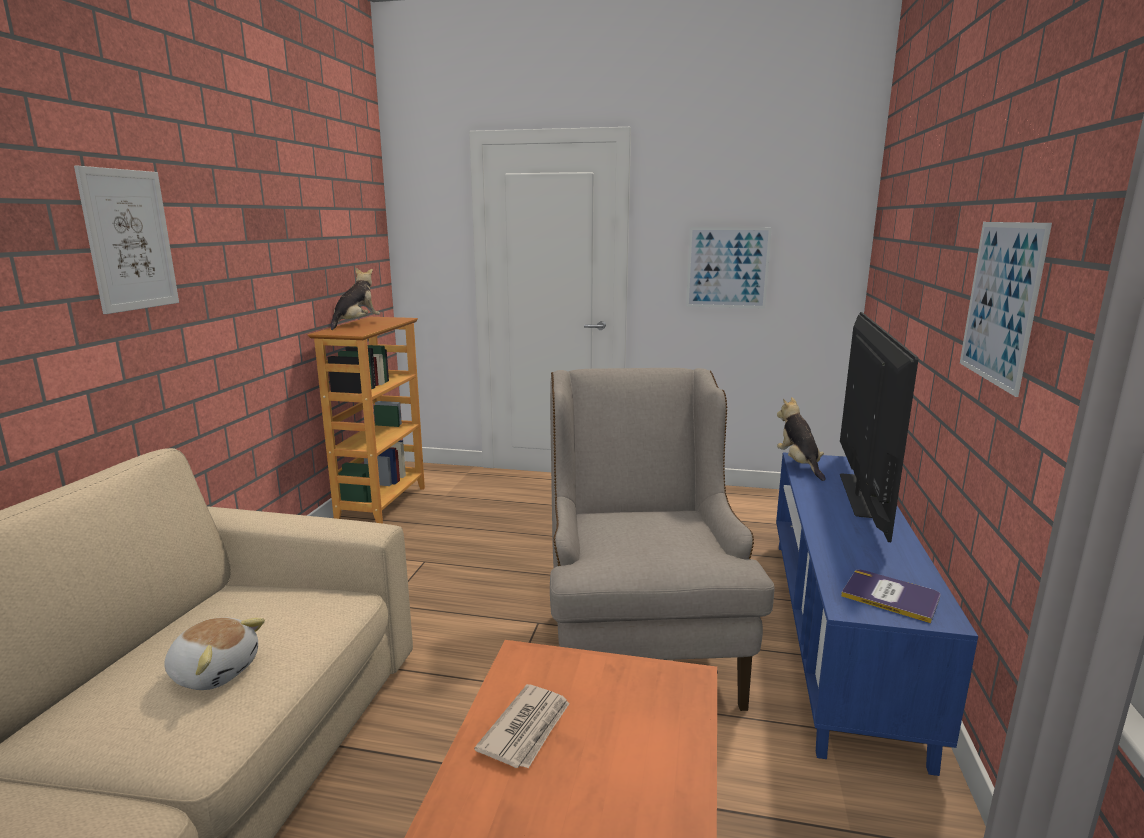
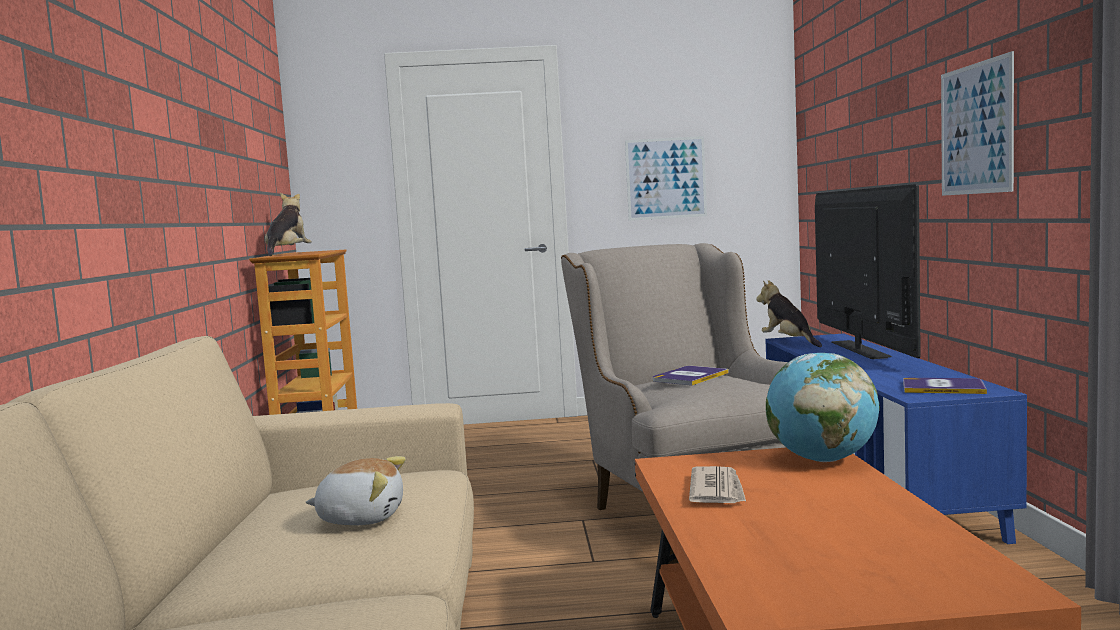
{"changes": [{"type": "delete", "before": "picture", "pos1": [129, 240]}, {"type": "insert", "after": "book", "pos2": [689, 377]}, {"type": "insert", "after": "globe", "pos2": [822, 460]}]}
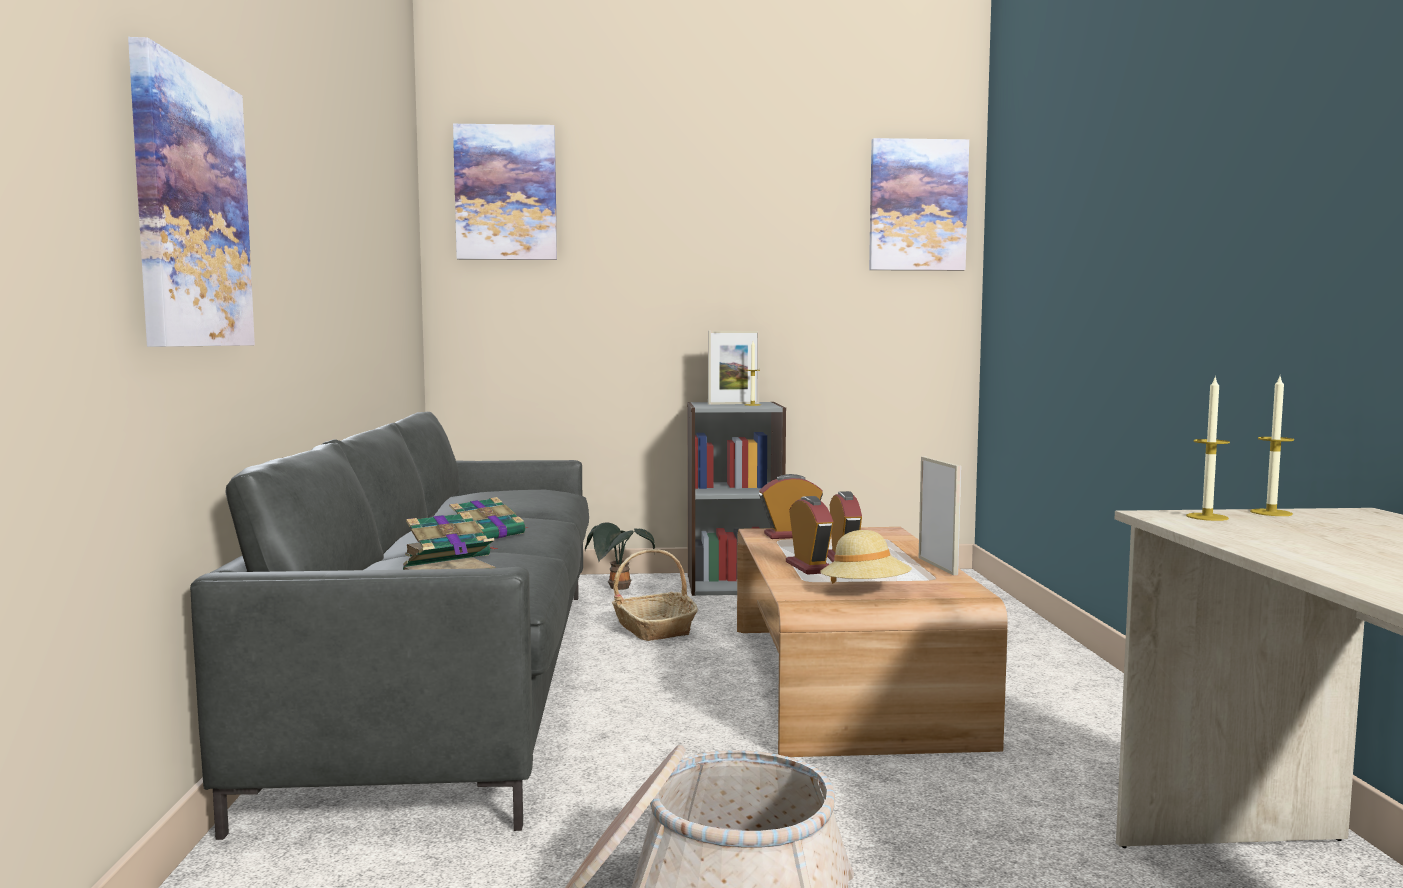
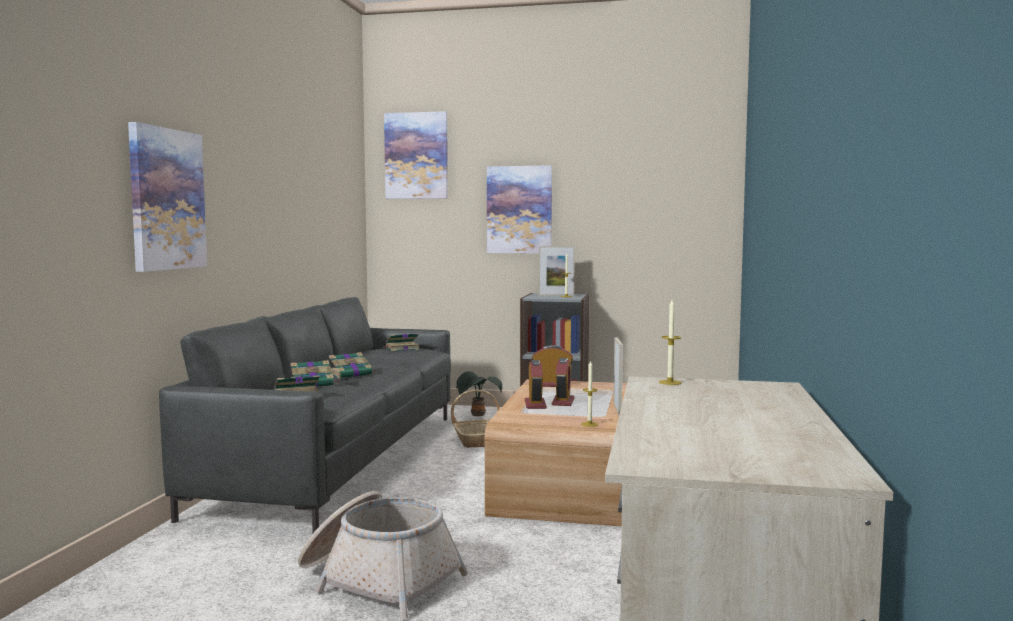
{"changes": [{"type": "delete", "before": "beige hat", "pos1": [865, 592]}, {"type": "insert", "after": "book", "pos2": [401, 348]}, {"type": "move", "before": "picture", "pos1": [917, 205], "pos2": [519, 210]}, {"type": "move", "before": "candle", "pos1": [1271, 513], "pos2": [589, 424]}]}
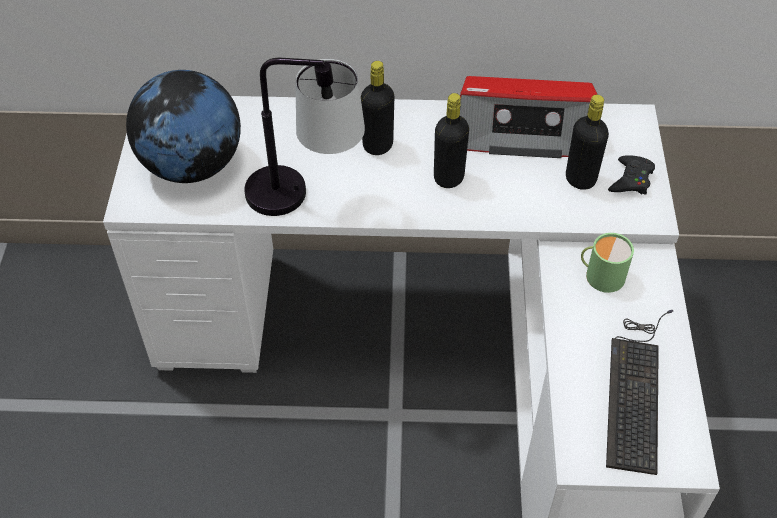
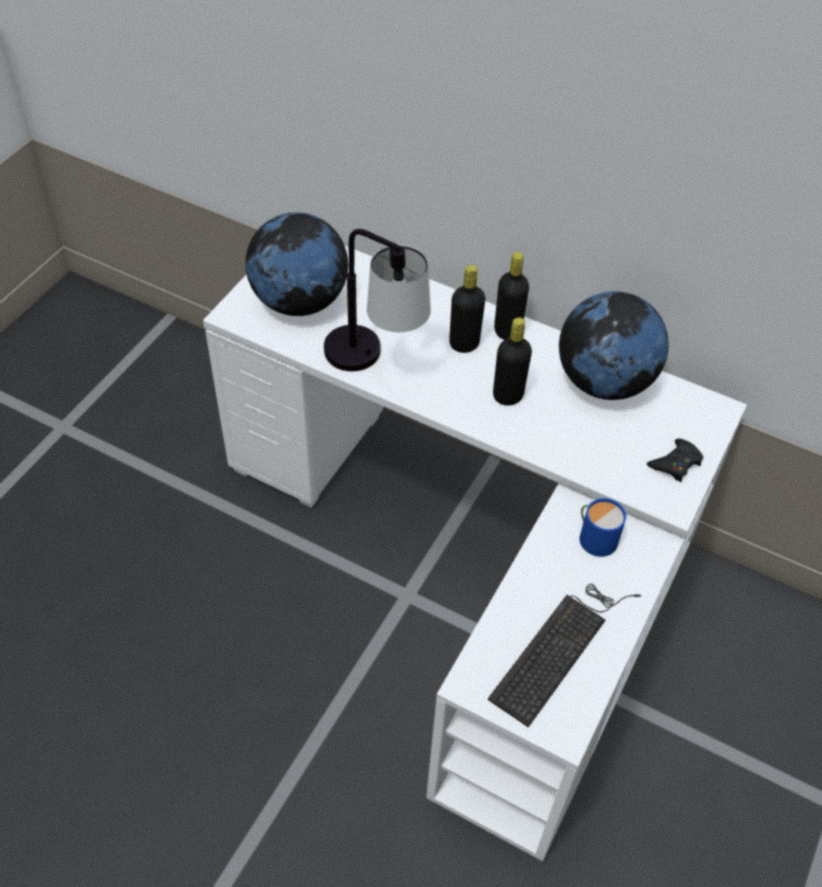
{"changes": [{"type": "move", "before": "black bottle", "pos1": [580, 179], "pos2": [507, 331]}, {"type": "replace", "before": "radio", "after": "globe", "pos1": [524, 132], "pos2": [603, 382]}, {"type": "recolor", "before": "green mug", "after": "blue mug", "pos1": [601, 275], "pos2": [595, 536]}]}
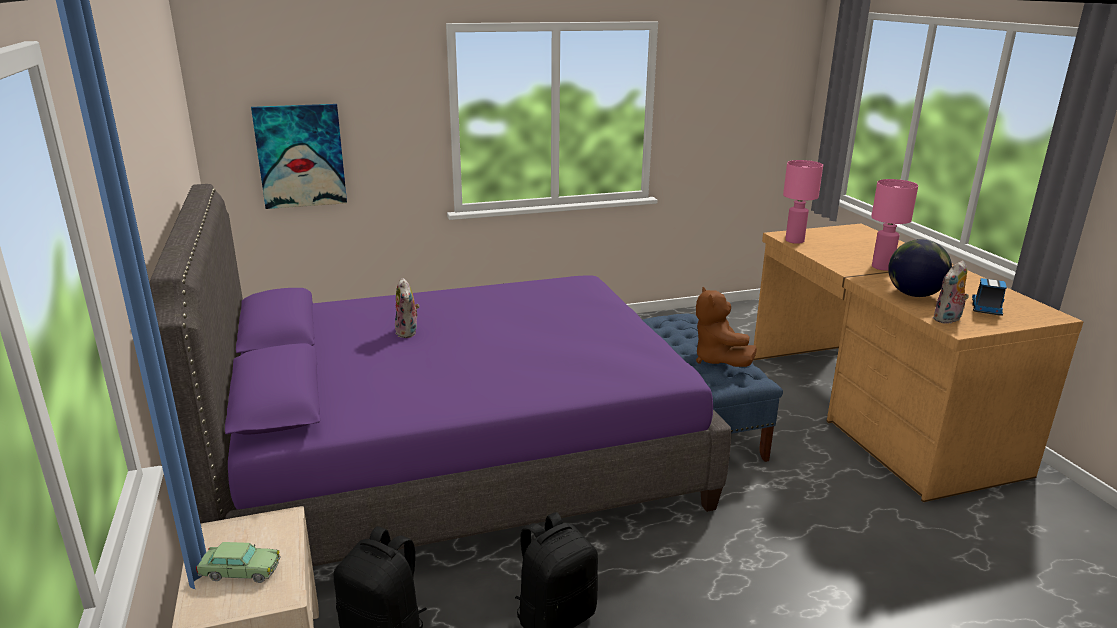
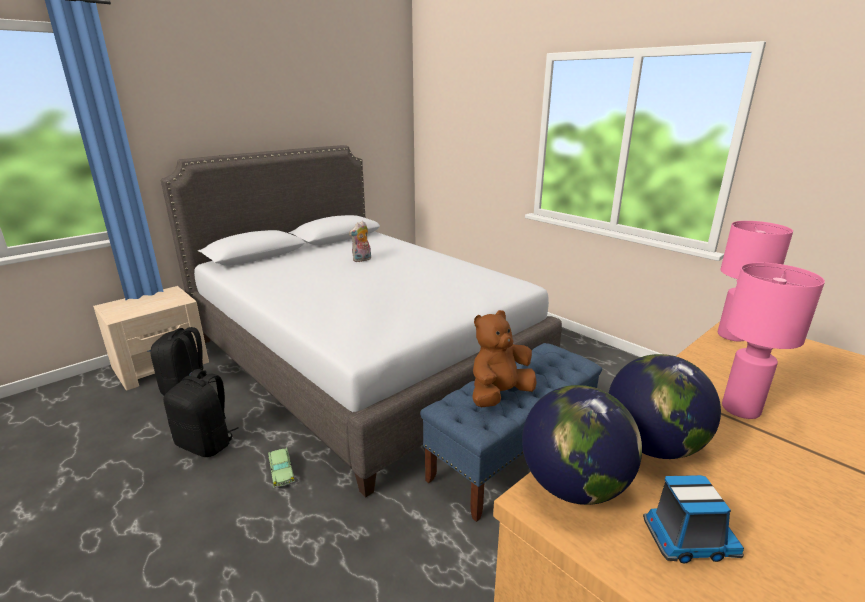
{"changes": [{"type": "delete", "before": "picture", "pos1": [300, 156]}, {"type": "move", "before": "toy car", "pos1": [240, 571], "pos2": [281, 472]}, {"type": "replace", "before": "plush toy", "after": "globe", "pos1": [948, 320], "pos2": [574, 486]}, {"type": "recolor", "before": "purple bed", "after": "grey bed", "pos1": [456, 460], "pos2": [362, 359]}]}
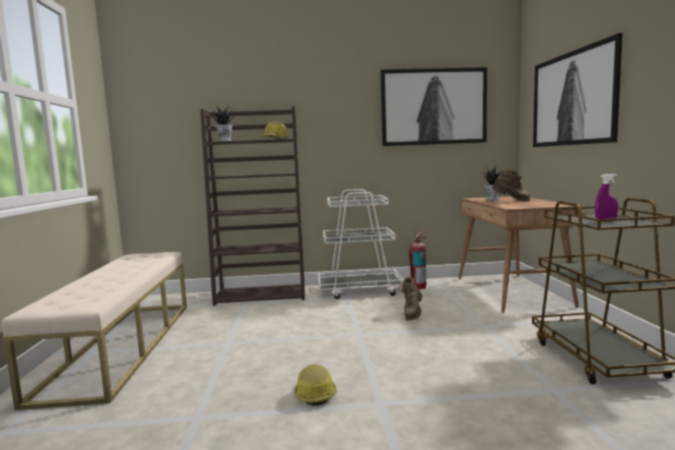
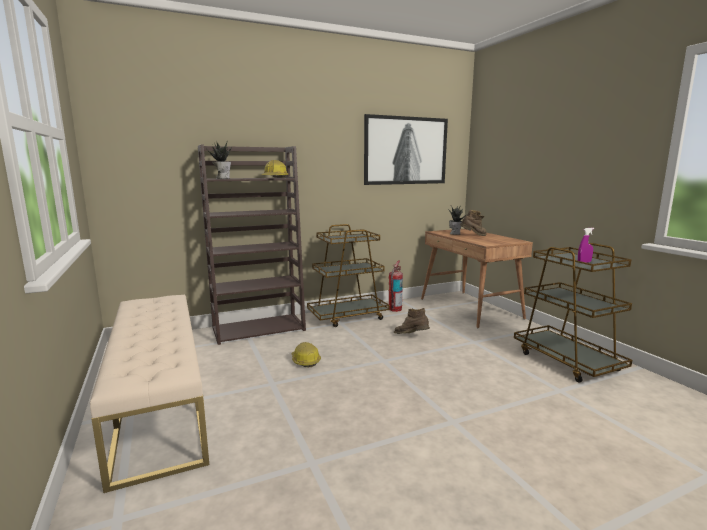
{"changes": [{"type": "delete", "before": "picture", "pos1": [573, 98]}, {"type": "move", "before": "hard hat", "pos1": [314, 393], "pos2": [305, 361]}, {"type": "recolor", "before": "white cart", "after": "brown cart", "pos1": [360, 290], "pos2": [348, 316]}, {"type": "rotate", "before": "brown boot", "pos1": [412, 314], "pos2": [411, 336], "turn": 120}]}
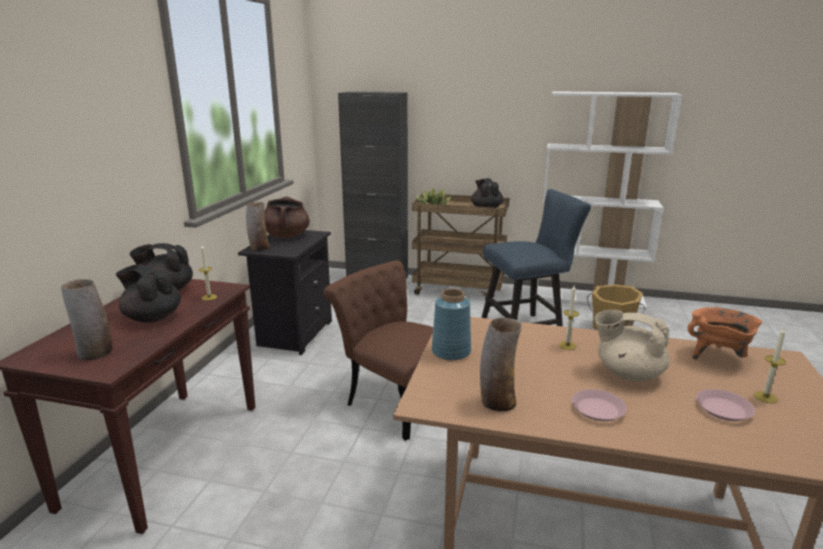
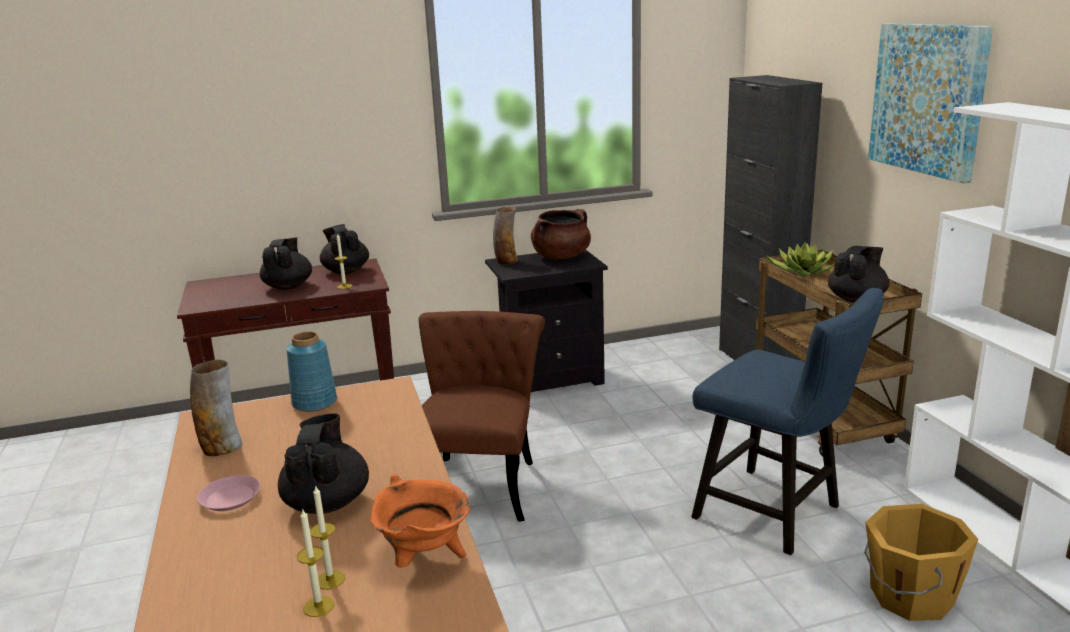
{"changes": [{"type": "delete", "before": "vase", "pos1": [95, 353]}, {"type": "delete", "before": "pink plate", "pos1": [723, 409]}, {"type": "insert", "after": "picture", "pos2": [928, 99]}, {"type": "move", "before": "candle", "pos1": [567, 345], "pos2": [330, 580]}, {"type": "recolor", "before": "beige teapot", "after": "black teapot", "pos1": [628, 373], "pos2": [327, 502]}]}
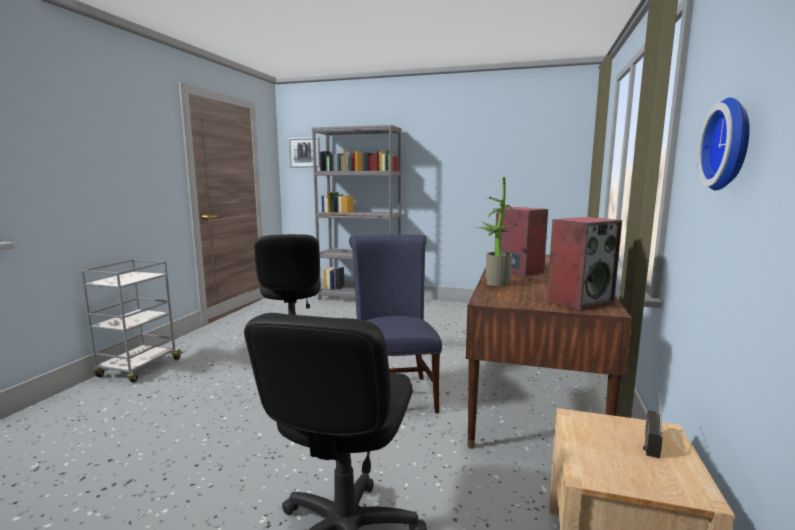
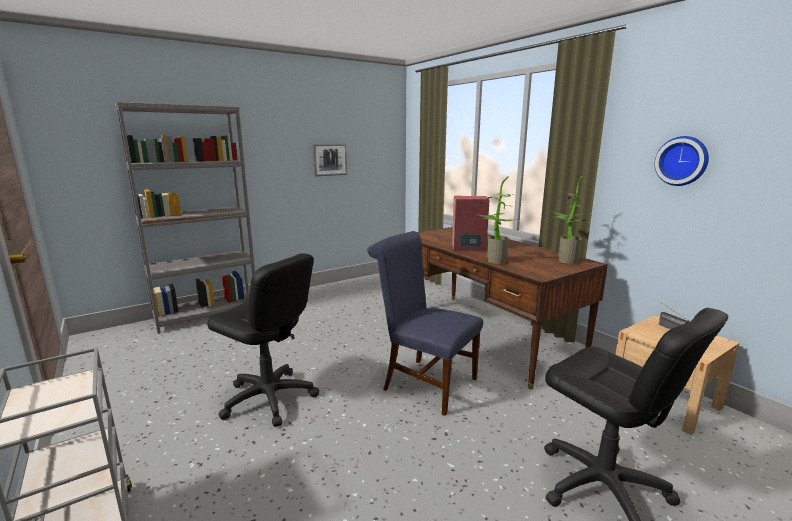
{"changes": [{"type": "move", "before": "picture", "pos1": [304, 152], "pos2": [330, 159]}, {"type": "replace", "before": "speaker", "after": "potted plant", "pos1": [580, 301], "pos2": [564, 260]}]}
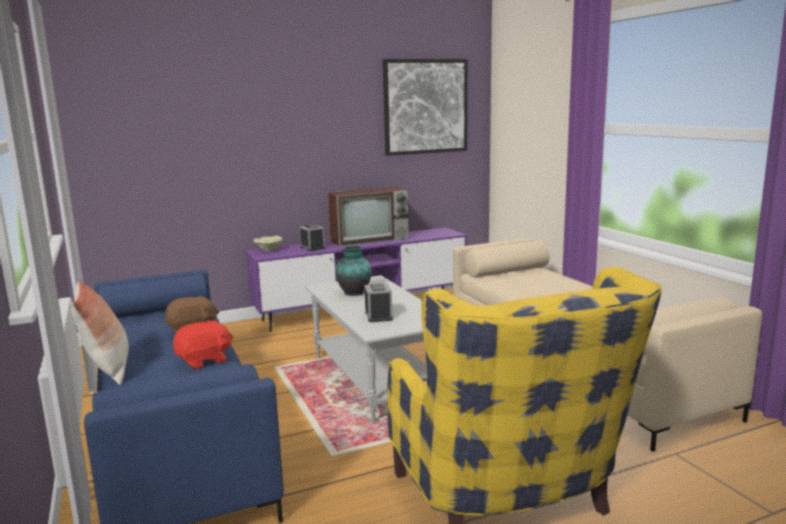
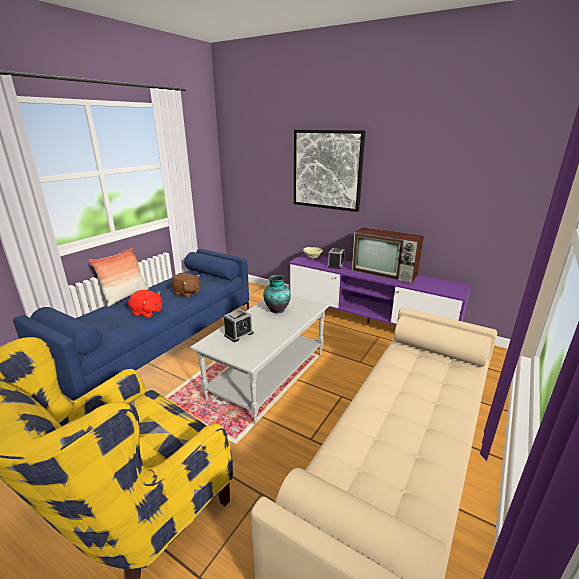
{"changes": [{"type": "move", "before": "picture", "pos1": [425, 106], "pos2": [327, 170]}]}
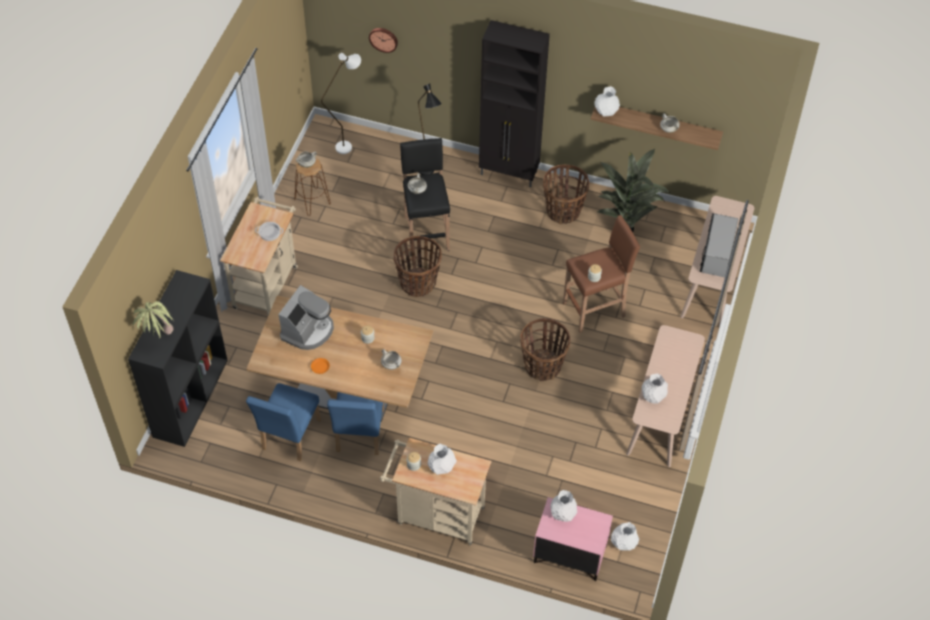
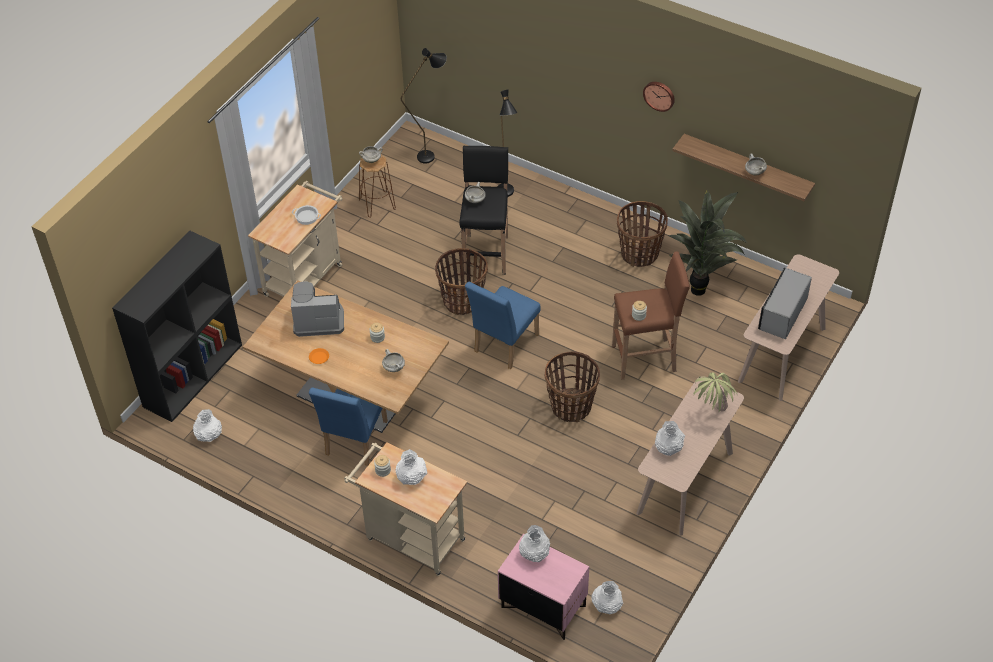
{"changes": [{"type": "delete", "before": "black cabinet", "pos1": [509, 173]}, {"type": "move", "before": "potted plant", "pos1": [159, 339], "pos2": [711, 414]}, {"type": "move", "before": "blue chair", "pos1": [288, 438], "pos2": [503, 346]}, {"type": "move", "before": "wall clock", "pos1": [383, 39], "pos2": [659, 95]}, {"type": "move", "before": "white vase", "pos1": [606, 112], "pos2": [209, 435]}, {"type": "recolor", "before": "white floor lamp", "after": "black floor lamp", "pos1": [349, 145], "pos2": [432, 155]}, {"type": "rotate", "before": "coffee machine", "pos1": [308, 330], "pos2": [318, 319], "turn": -135}]}
